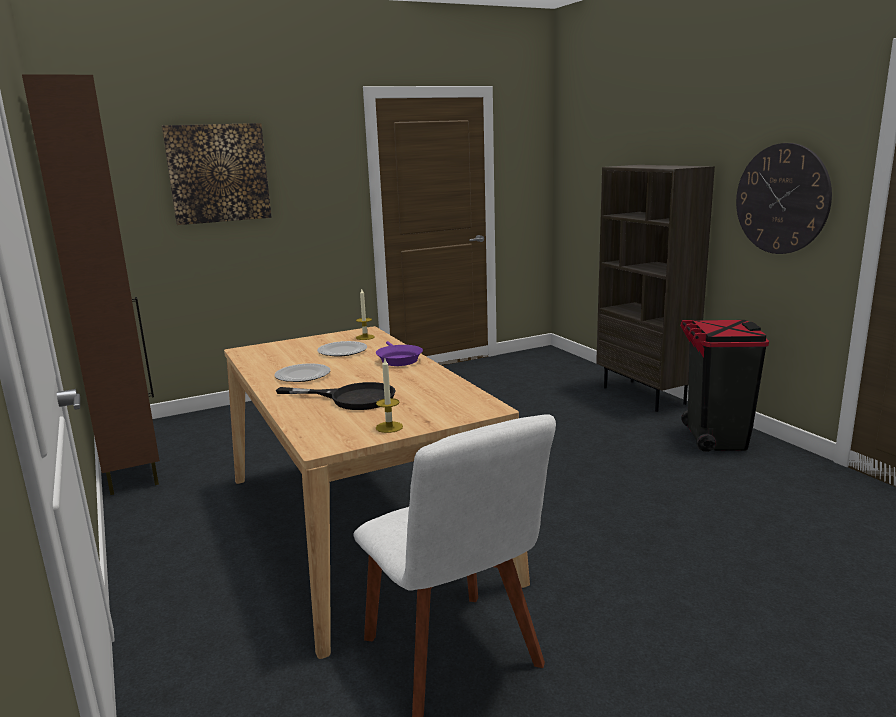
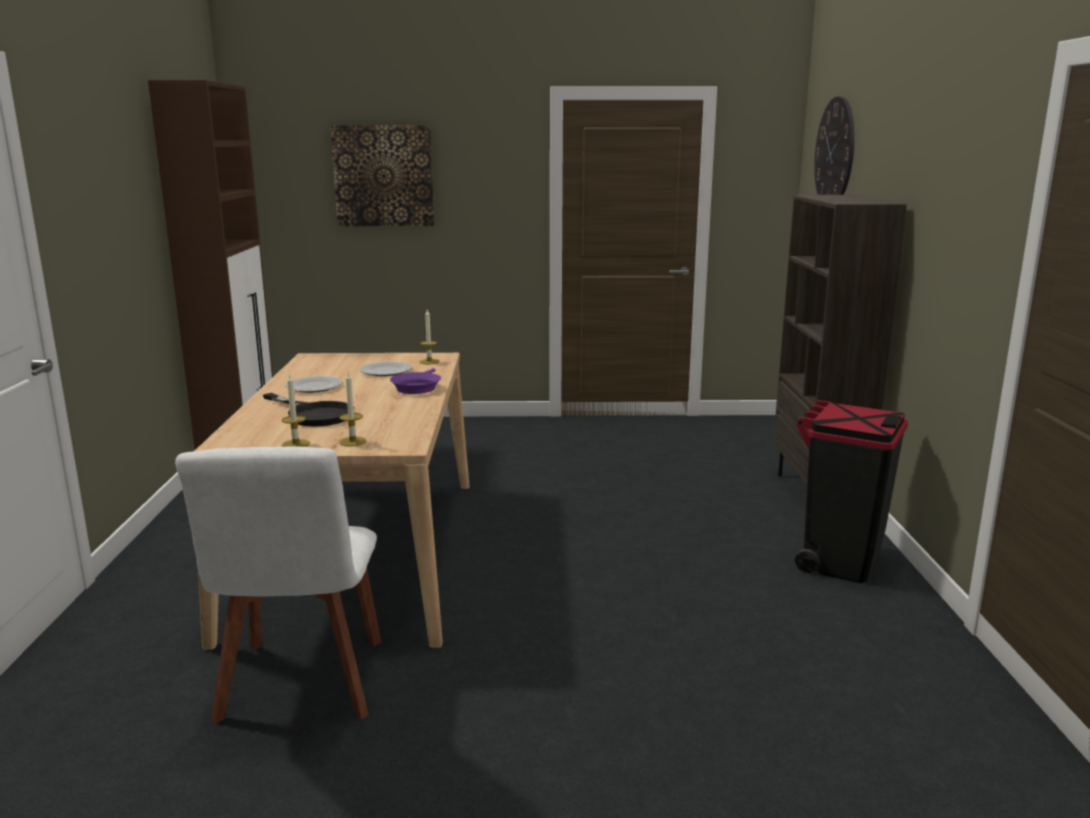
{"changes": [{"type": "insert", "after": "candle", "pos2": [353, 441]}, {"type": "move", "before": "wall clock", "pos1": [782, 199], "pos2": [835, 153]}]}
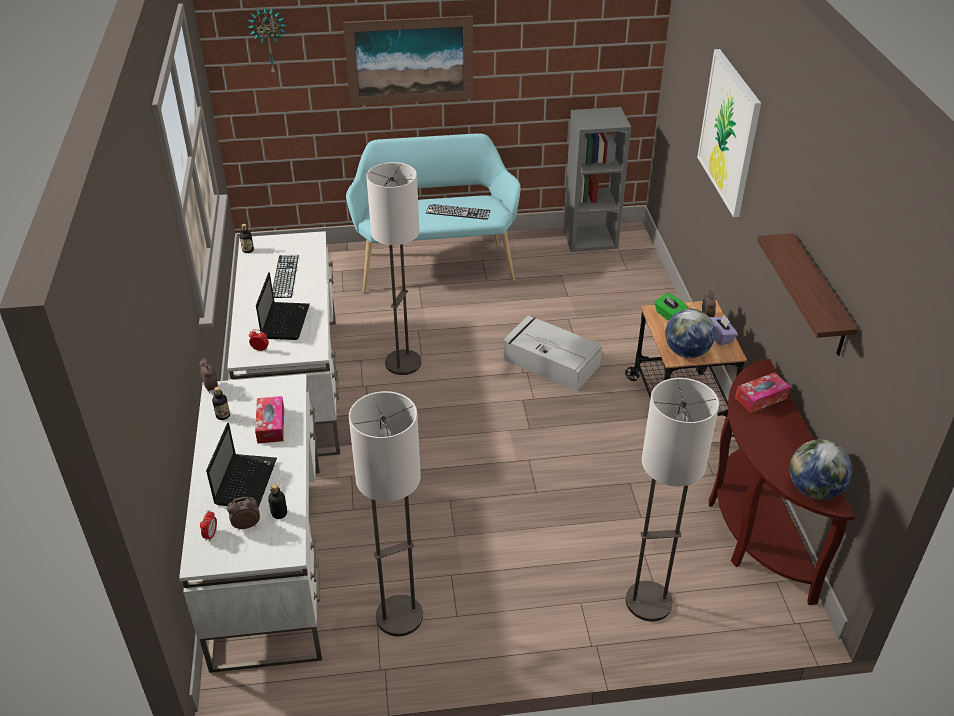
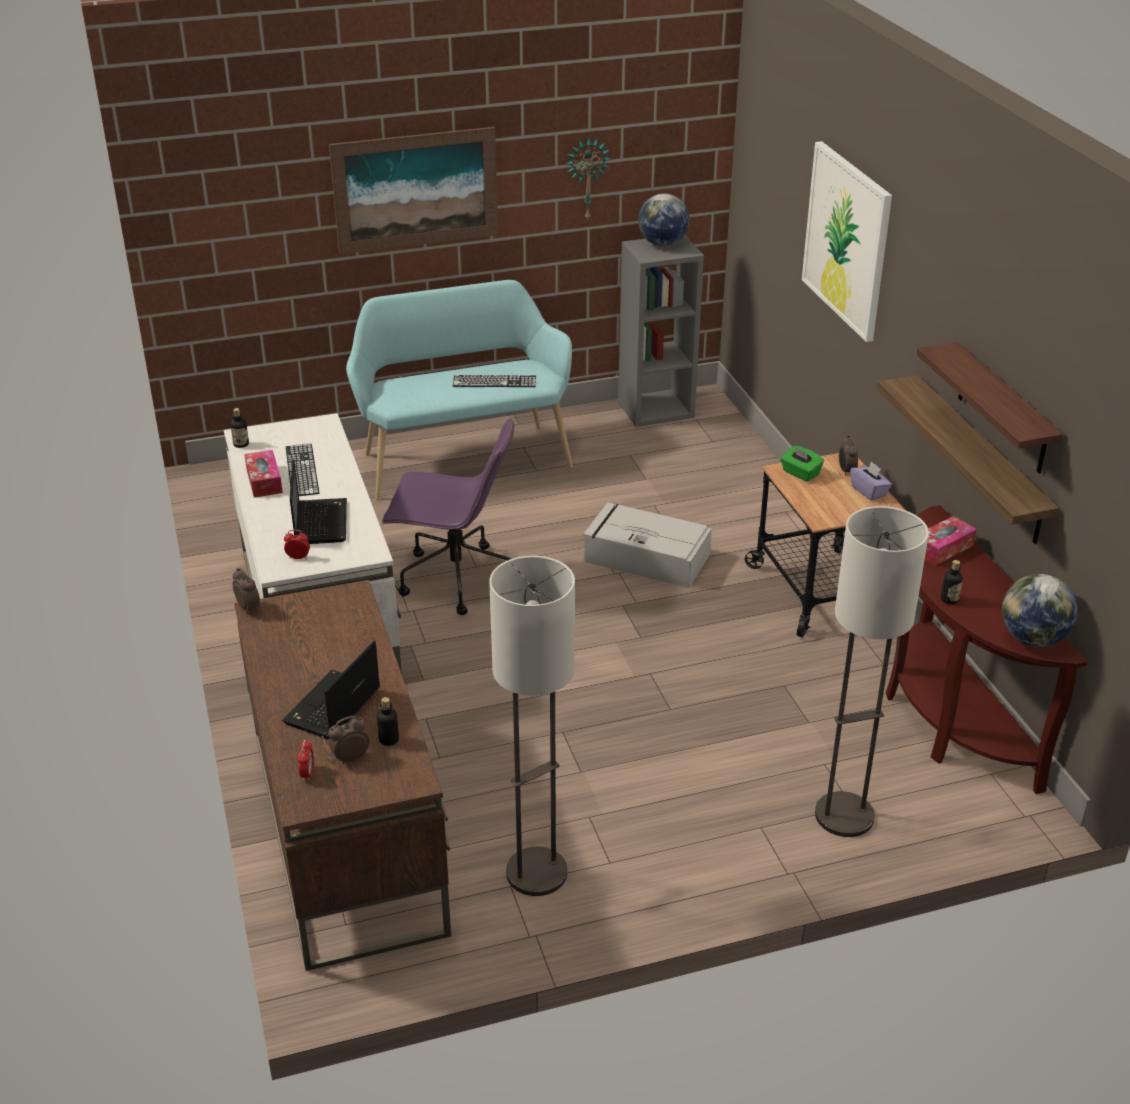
{"changes": [{"type": "insert", "after": "shelf", "pos2": [979, 459]}, {"type": "move", "before": "bottle", "pos1": [223, 415], "pos2": [949, 599]}, {"type": "move", "before": "wall clock", "pos1": [269, 40], "pos2": [586, 178]}, {"type": "move", "before": "tissue box", "pos1": [271, 425], "pos2": [264, 481]}, {"type": "move", "before": "globe", "pos1": [686, 352], "pos2": [662, 244]}, {"type": "replace", "before": "floor lamp", "after": "purple office chair", "pos1": [403, 363], "pos2": [455, 579]}, {"type": "recolor", "before": "white desk", "after": "brown desk", "pos1": [269, 561], "pos2": [347, 831]}, {"type": "rotate", "before": "laptop", "pos1": [246, 480], "pos2": [332, 708], "turn": -150}]}
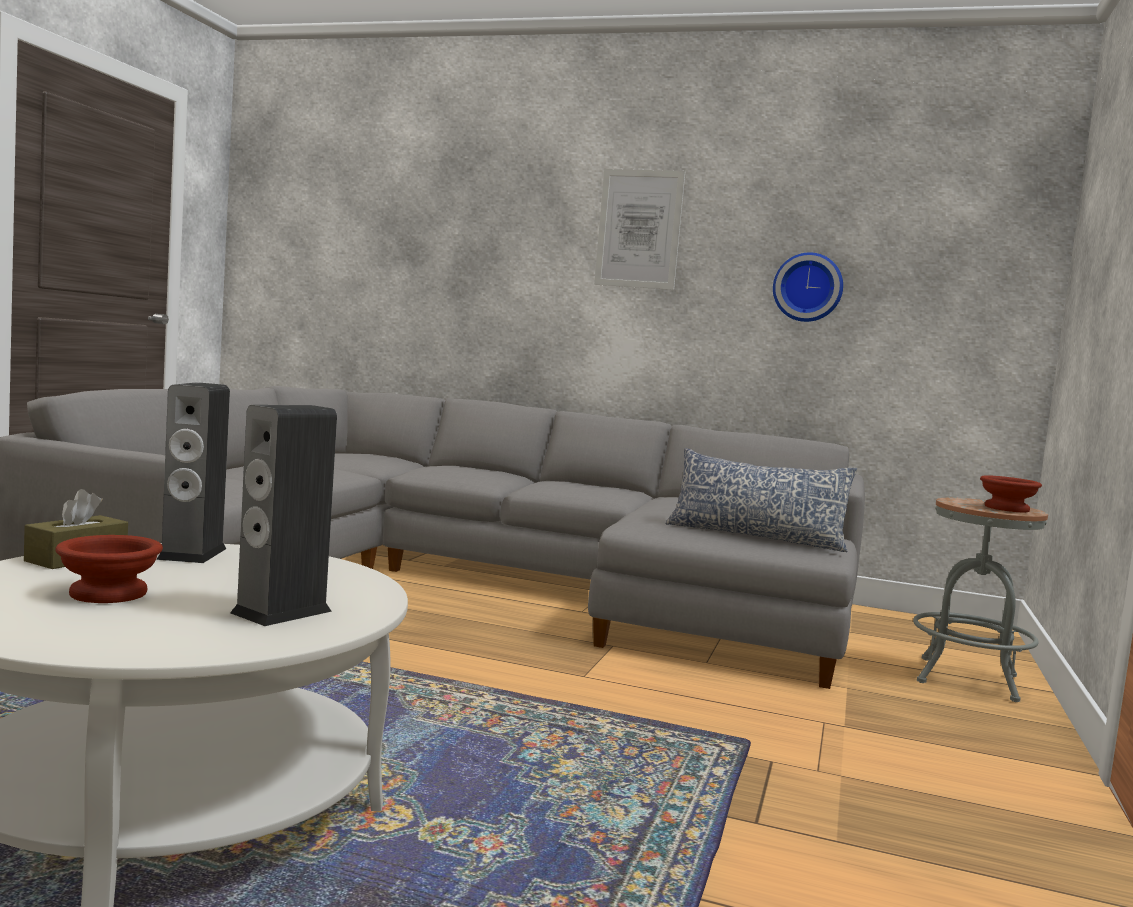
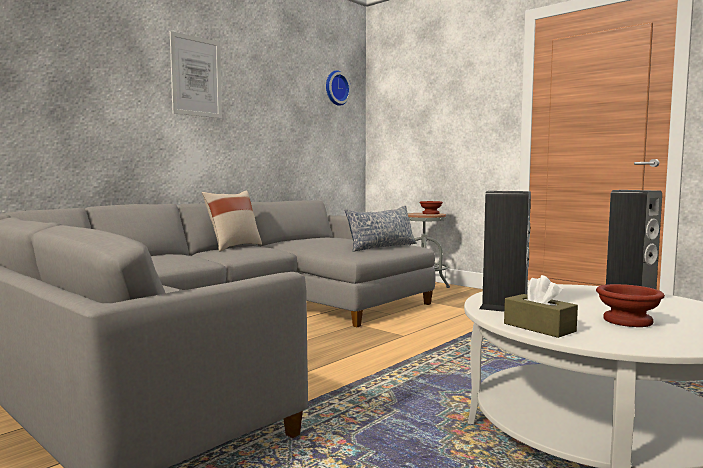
{"changes": [{"type": "insert", "after": "beige pillow", "pos2": [233, 247]}, {"type": "move", "before": "wall clock", "pos1": [808, 287], "pos2": [336, 88]}]}
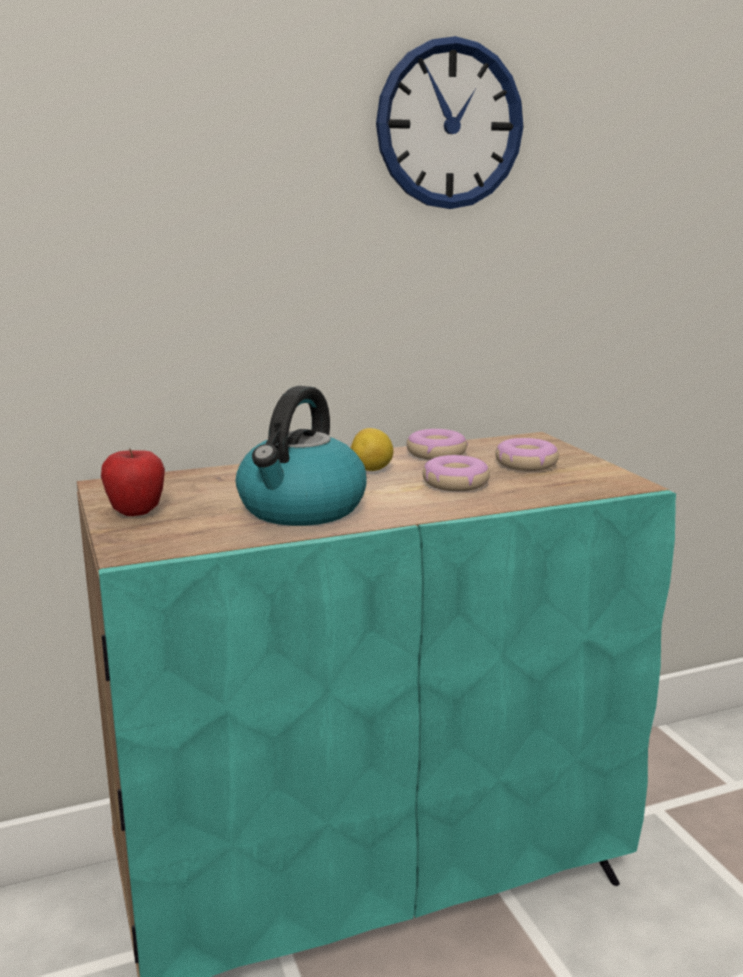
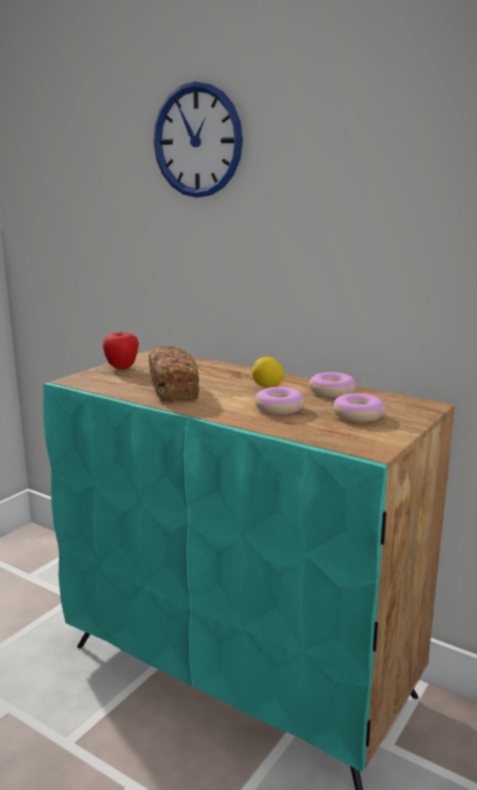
{"changes": [{"type": "move", "before": "wall clock", "pos1": [450, 125], "pos2": [197, 141]}, {"type": "replace", "before": "kettle", "after": "bread", "pos1": [301, 509], "pos2": [174, 390]}]}
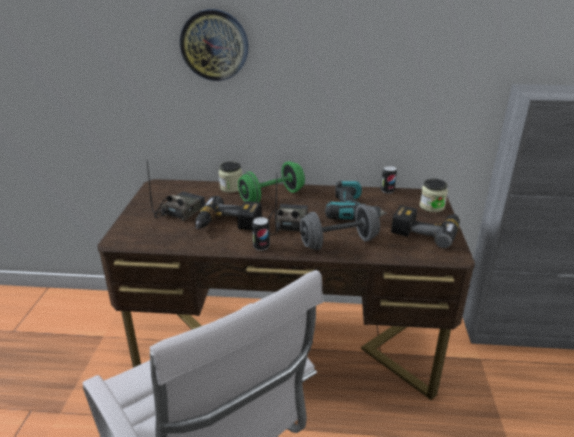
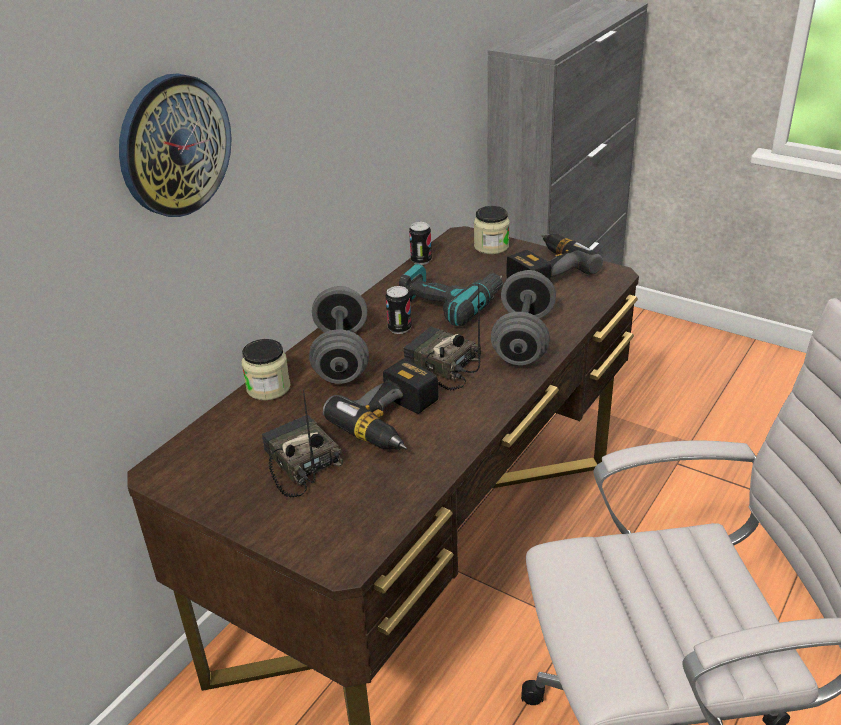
{"changes": [{"type": "move", "before": "can", "pos1": [261, 246], "pos2": [399, 328]}, {"type": "recolor", "before": "green dumbbell", "after": "grey dumbbell", "pos1": [272, 196], "pos2": [341, 356]}]}
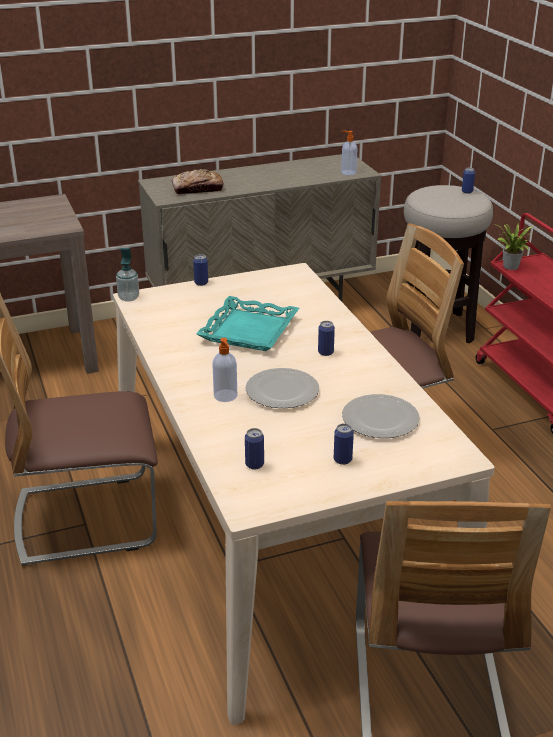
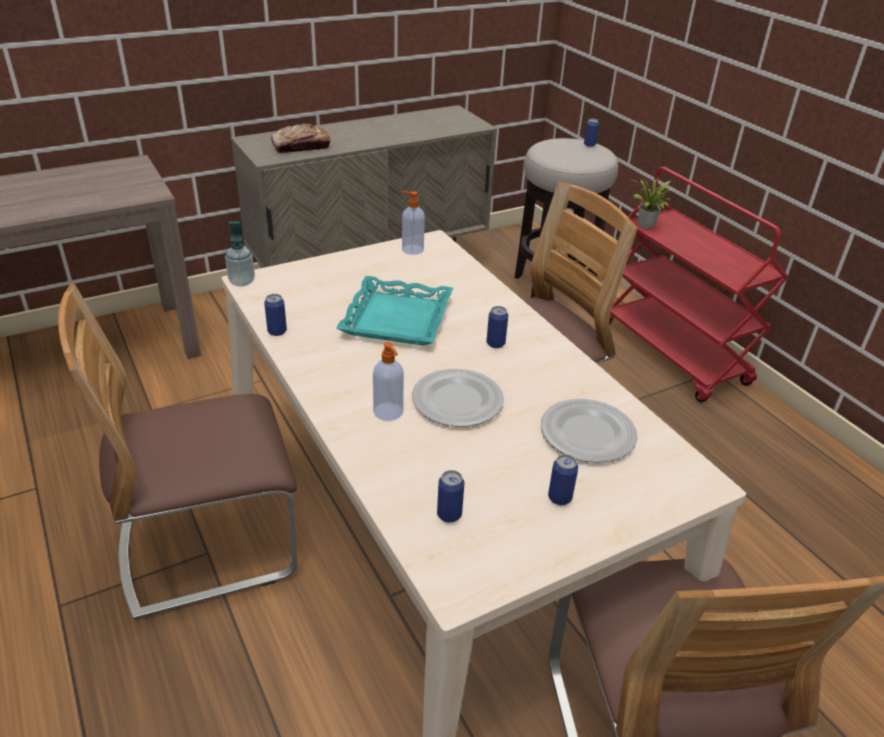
{"changes": [{"type": "move", "before": "can", "pos1": [201, 283], "pos2": [277, 331]}, {"type": "move", "before": "soap dispenser", "pos1": [348, 172], "pos2": [411, 249]}]}
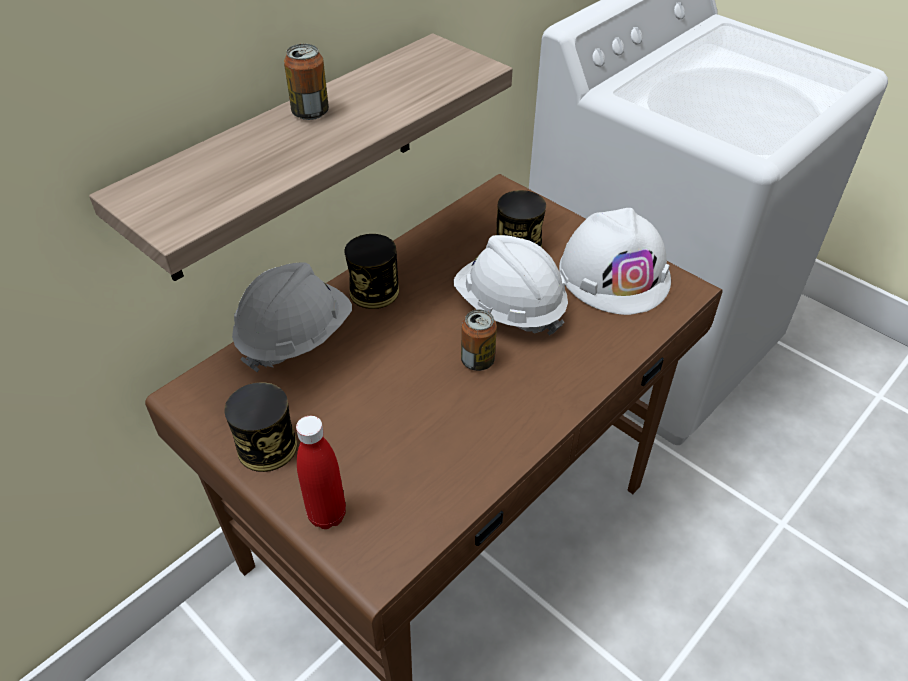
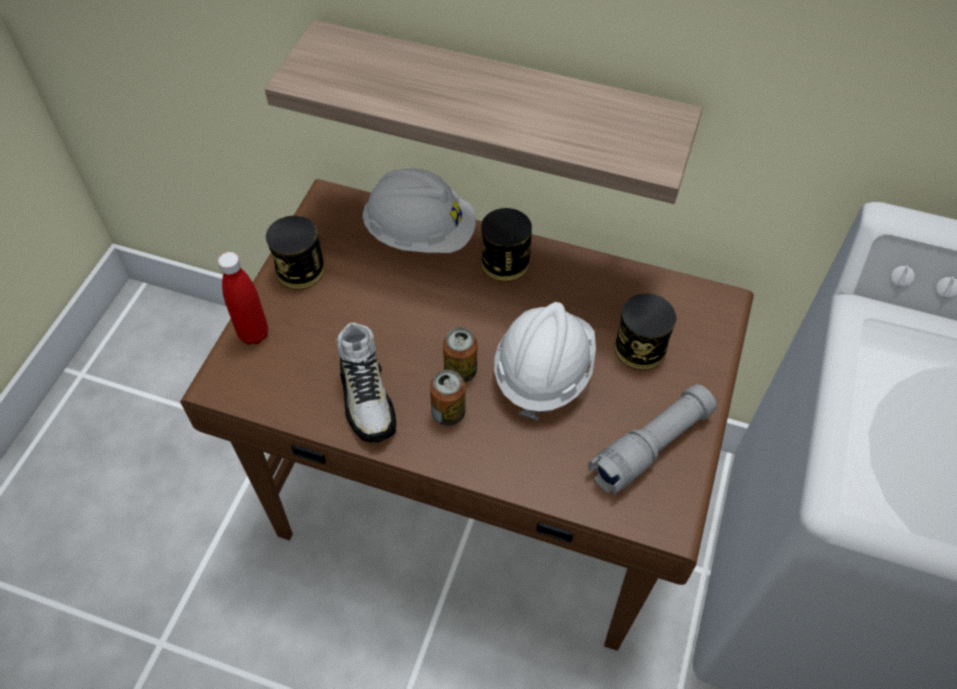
{"changes": [{"type": "insert", "after": "shoe", "pos2": [367, 397]}, {"type": "move", "before": "can", "pos1": [310, 112], "pos2": [448, 413]}, {"type": "replace", "before": "white hard hat", "after": "grey flashlight", "pos1": [614, 273], "pos2": [651, 446]}]}
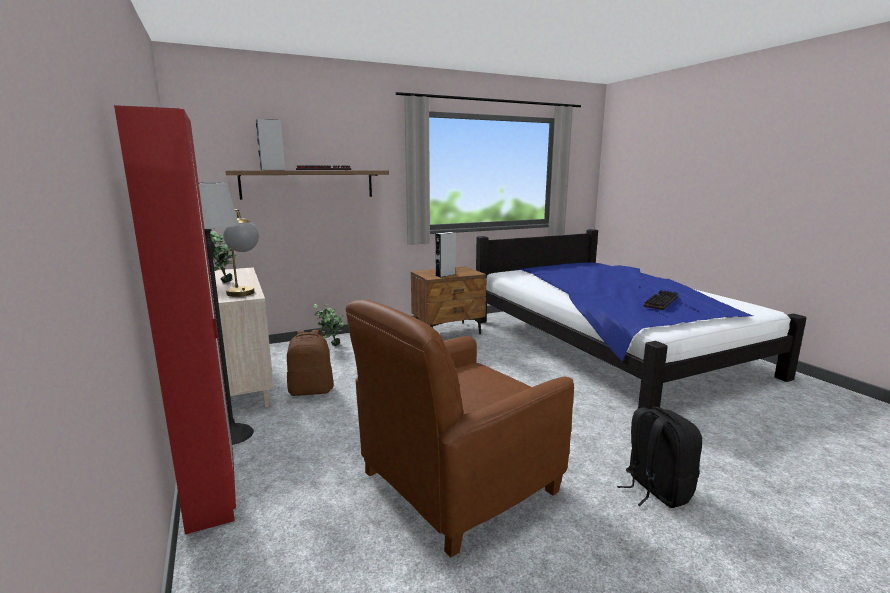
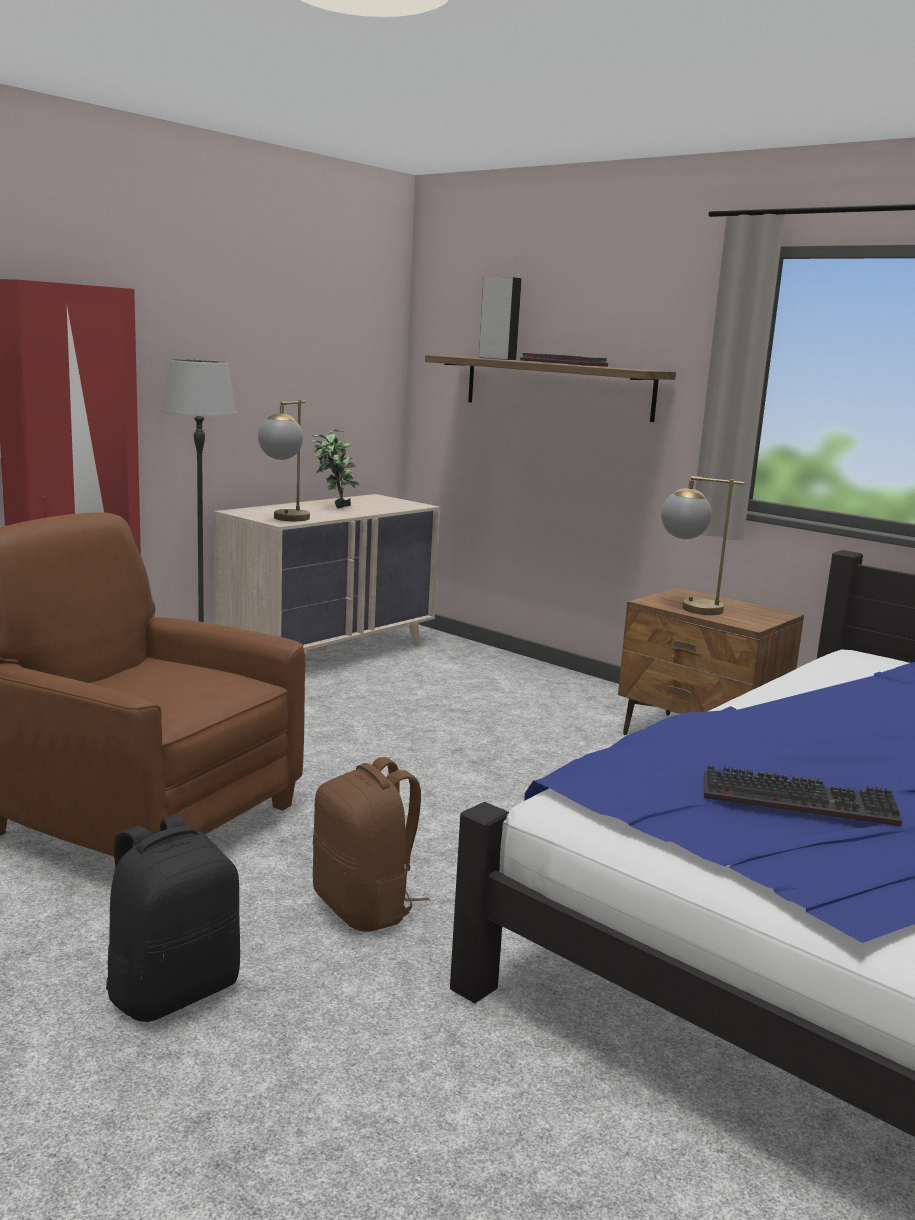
{"changes": [{"type": "delete", "before": "potted plant", "pos1": [330, 346]}, {"type": "move", "before": "brown backpack", "pos1": [311, 390], "pos2": [365, 908]}, {"type": "replace", "before": "grey speaker", "after": "table lamp", "pos1": [445, 275], "pos2": [687, 607]}]}
